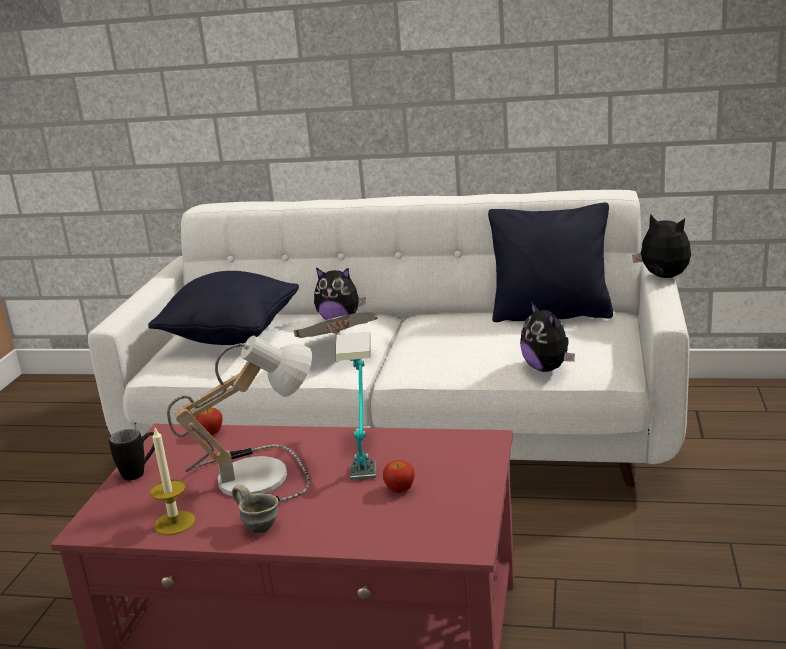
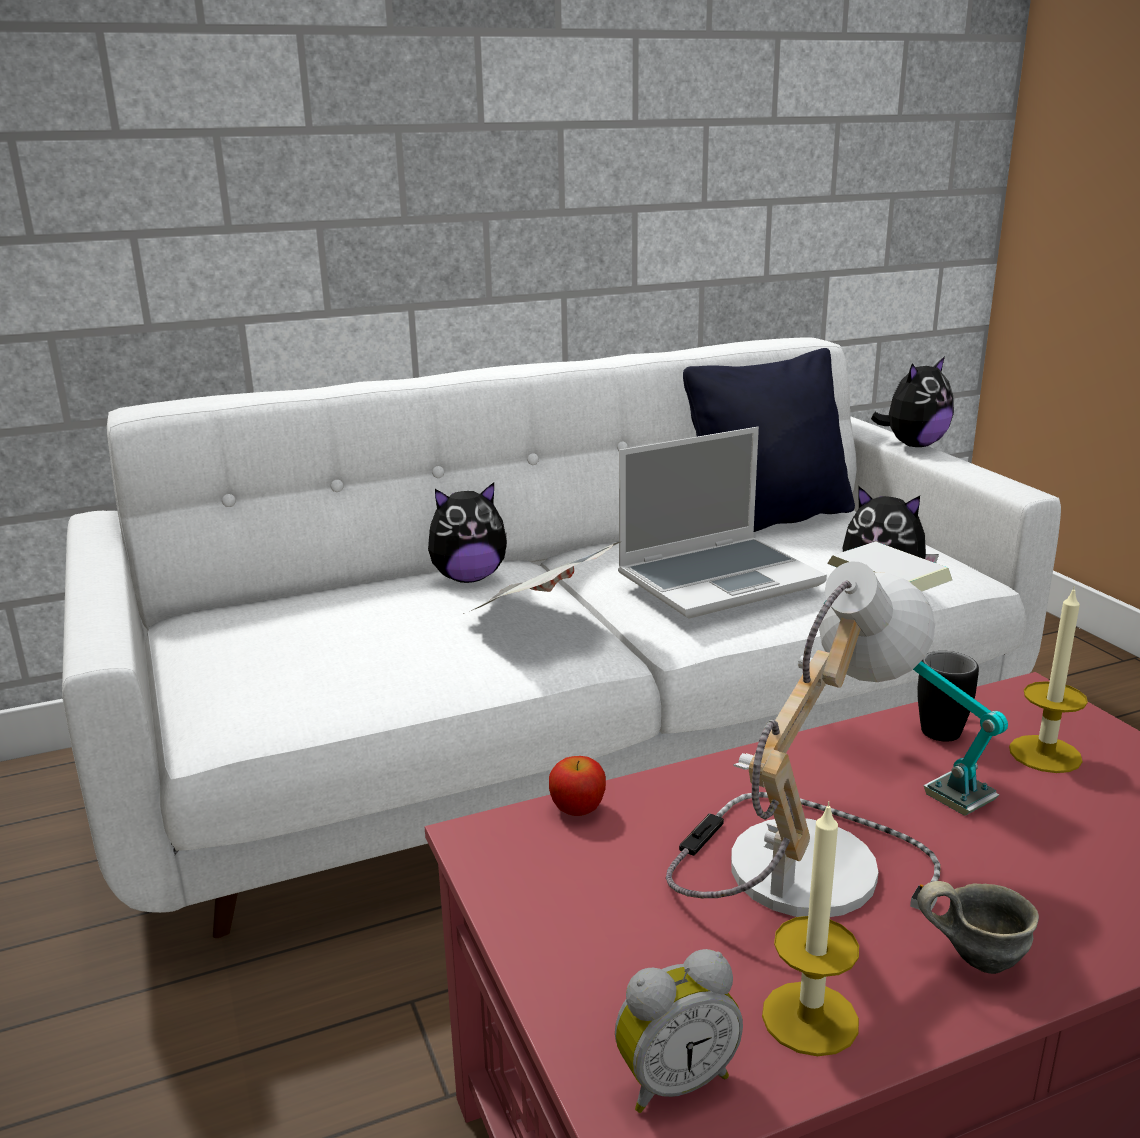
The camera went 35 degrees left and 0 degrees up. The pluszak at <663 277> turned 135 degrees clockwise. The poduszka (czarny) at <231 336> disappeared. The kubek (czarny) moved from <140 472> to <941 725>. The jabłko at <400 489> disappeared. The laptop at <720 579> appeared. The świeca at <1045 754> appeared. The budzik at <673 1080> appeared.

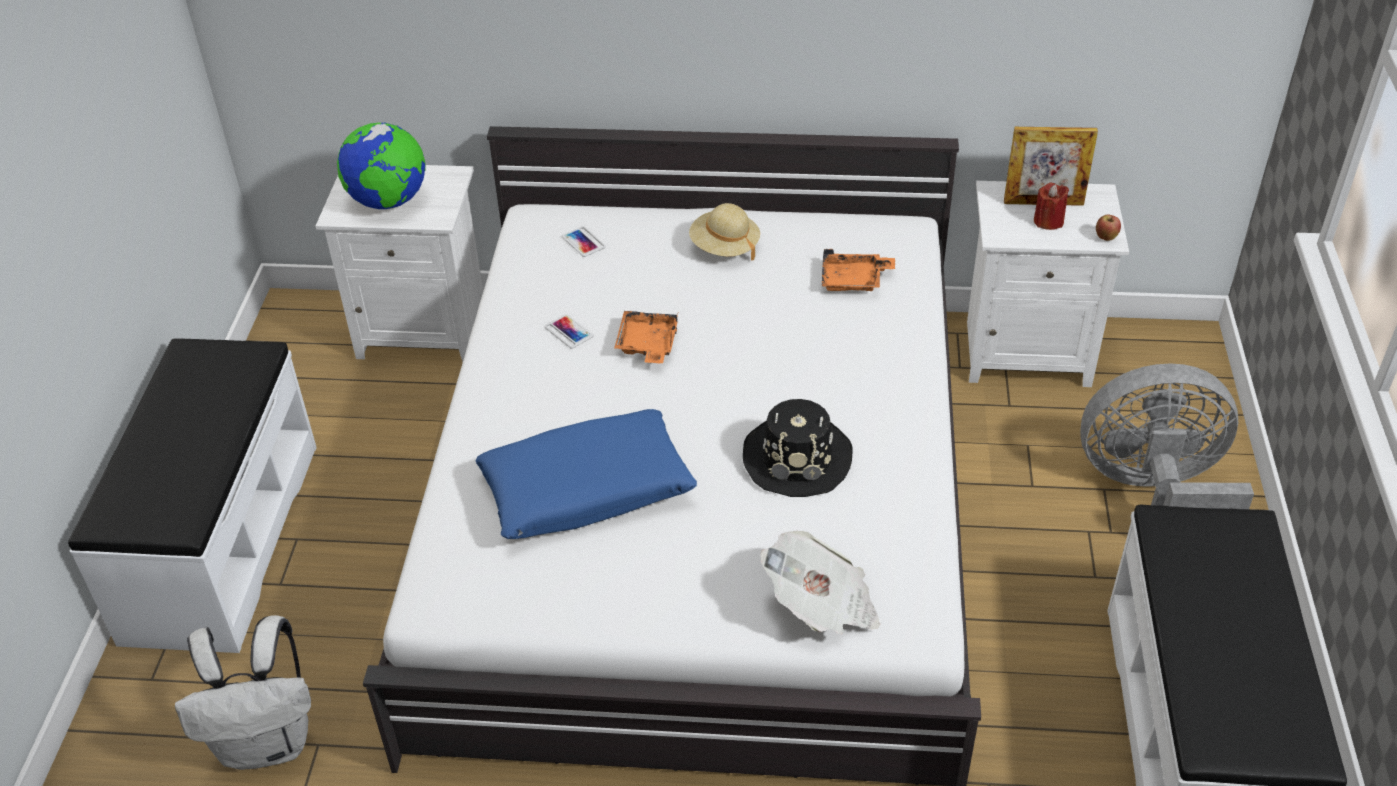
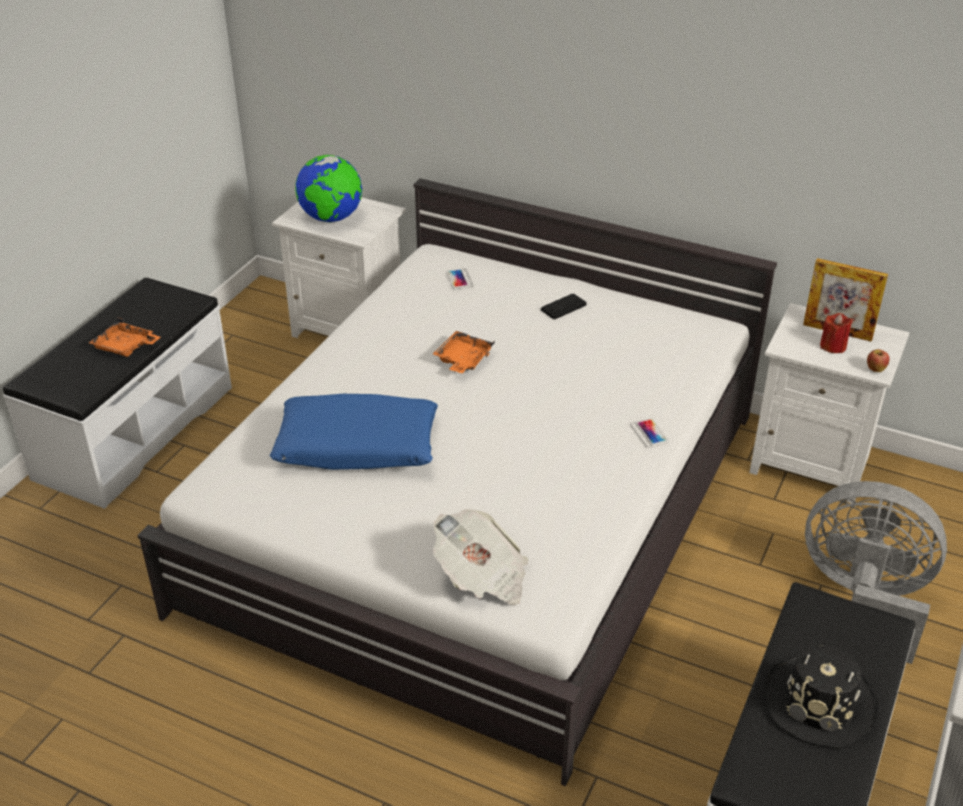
The camera went 20 degrees right and 5 degrees down. The kapelusz (beżowy) at <724 247> was replaced by the pad do gier (czarny) at <563 307>. The taca (pomarańczowy) moved from <854 281> to <125 347>. The telefon moved from <568 332> to <649 433>. The kapelusz (czarny) moved from <797 458> to <819 702>. The plecak (biały) at <268 742> disappeared.

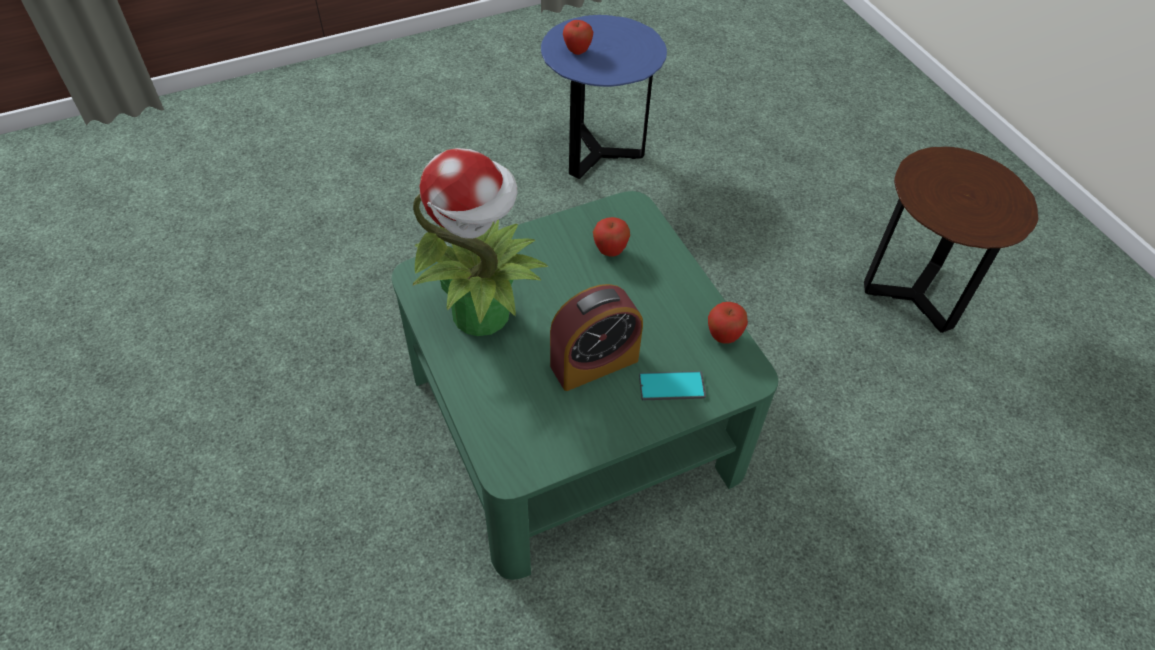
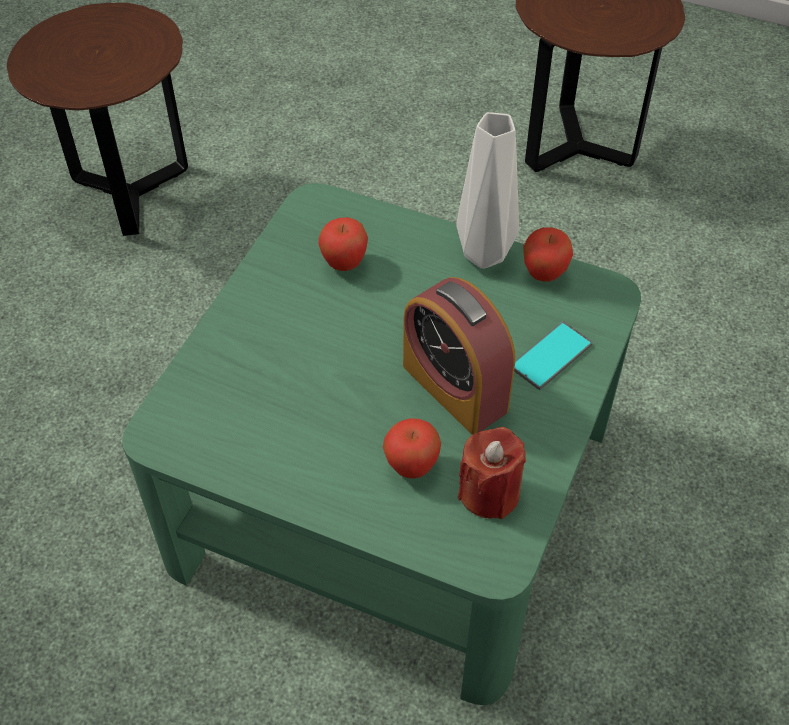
The camera went 40 degrees left and 0 degrees up. The stolik (niebieski) at <598 154> became the stolik (brązowy) at <131 194>. The jabłko moved from <577 51> to <411 467>. The roślina doniczkowa at <483 313> disappeared. The budzik at <594 363> turned 120 degrees clockwise. The wazon (szary) at <487 254> appeared. The świeca (czerwony) at <489 493> appeared.

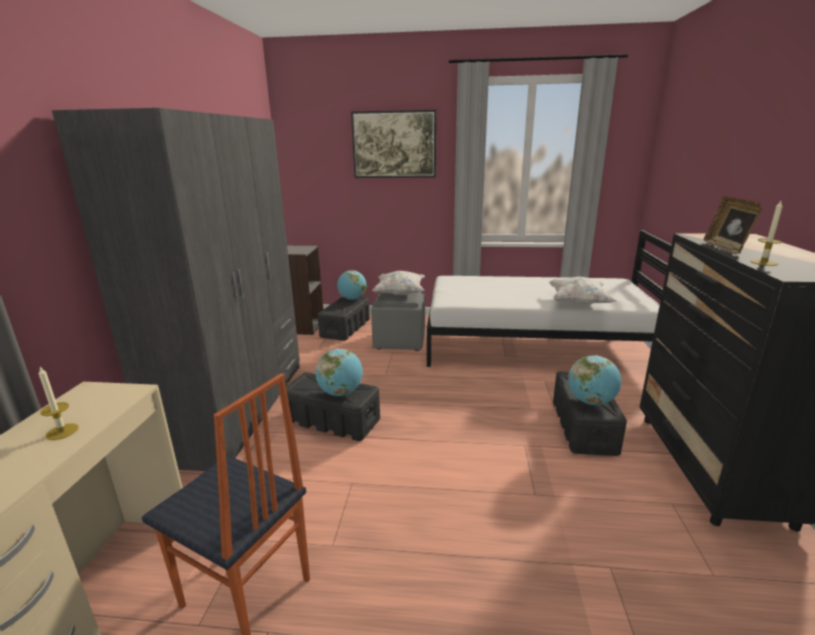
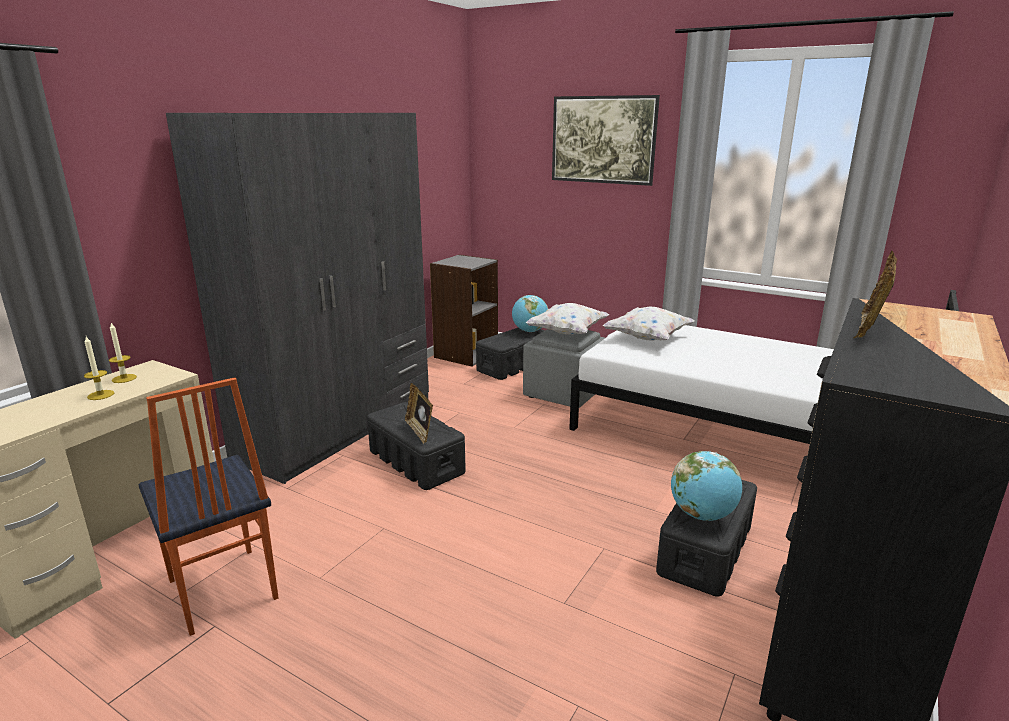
The camera went 25 degrees right and 0 degrees up. The świeca moved from <763 262> to <124 378>. The poduszka (biały) moved from <578 303> to <648 338>. The globus at <341 393> was replaced by the ramka na zdjęcie at <420 431>.

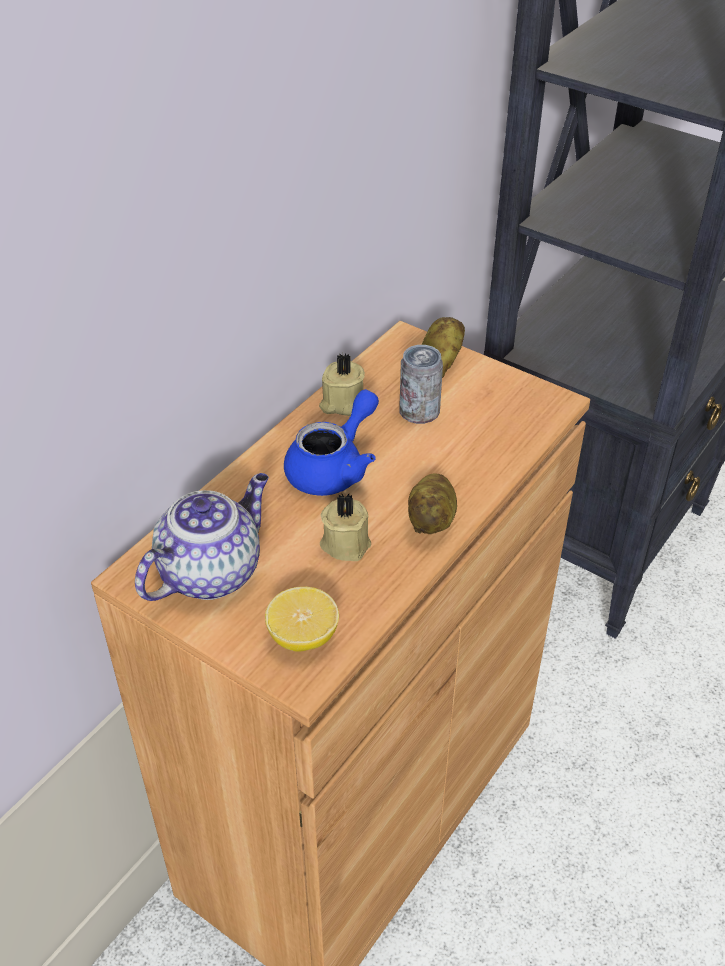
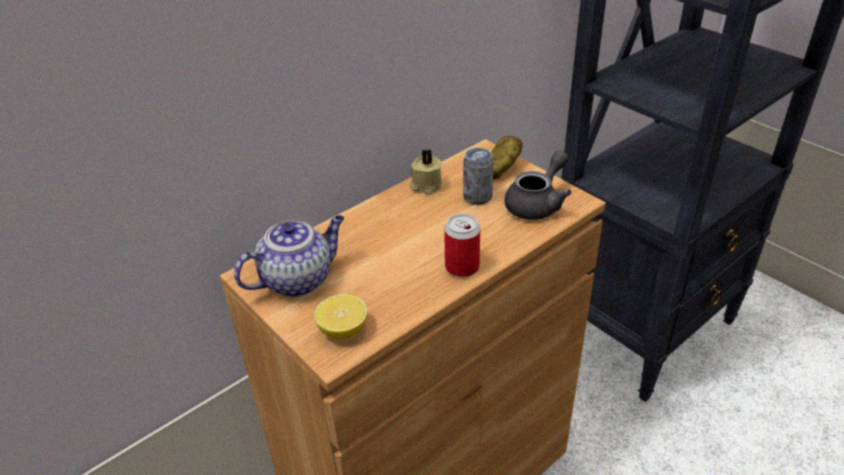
The camera went 15 degrees right and 5 degrees down. The imbryk (niebieski) at <334 467> disappeared. The ziemniak at <433 520> was replaced by the puszka at <462 267>. The świeca (beżowy) at <345 542> disappeared. The imbryk (szary) at <537 203> appeared.

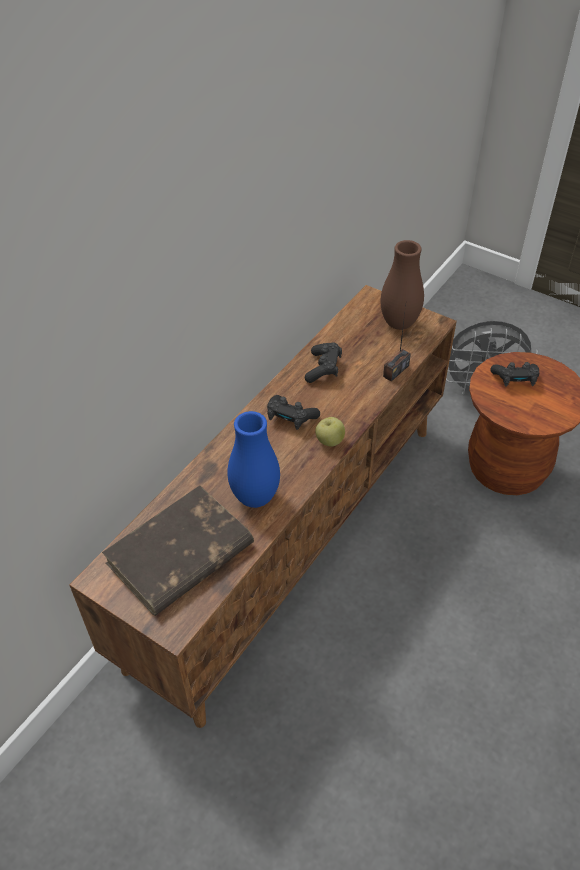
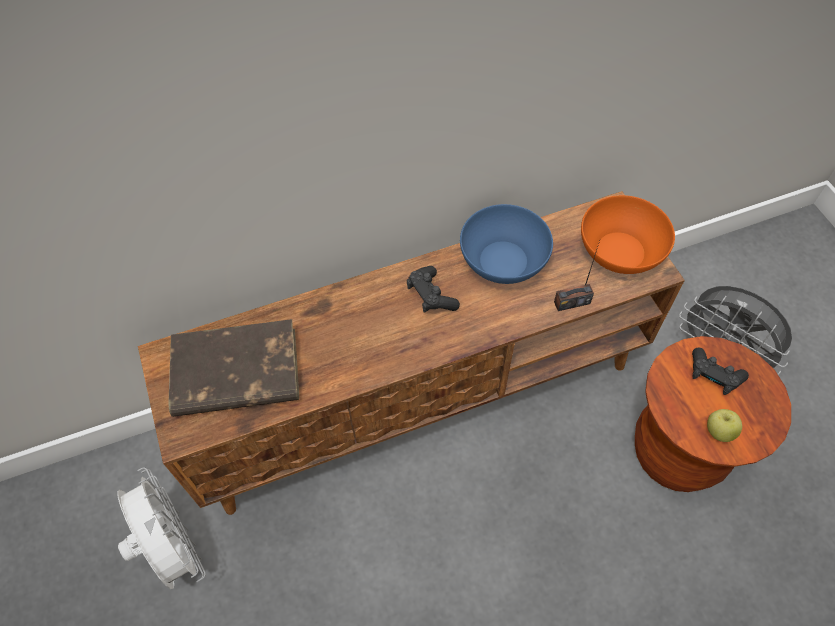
The camera went 35 degrees right and 10 degrees up. The wazon (brązowy) at <399 323> was replaced by the miska (pomarańczowy) at <619 252>. The pad do gier (czarny) at <323 368> was replaced by the miska (niebieski) at <503 262>. The wazon (niebieski) at <255 497> disappeared. The jabłko moved from <329 441> to <718 431>. The wentylator (biały) at <174 548> appeared.

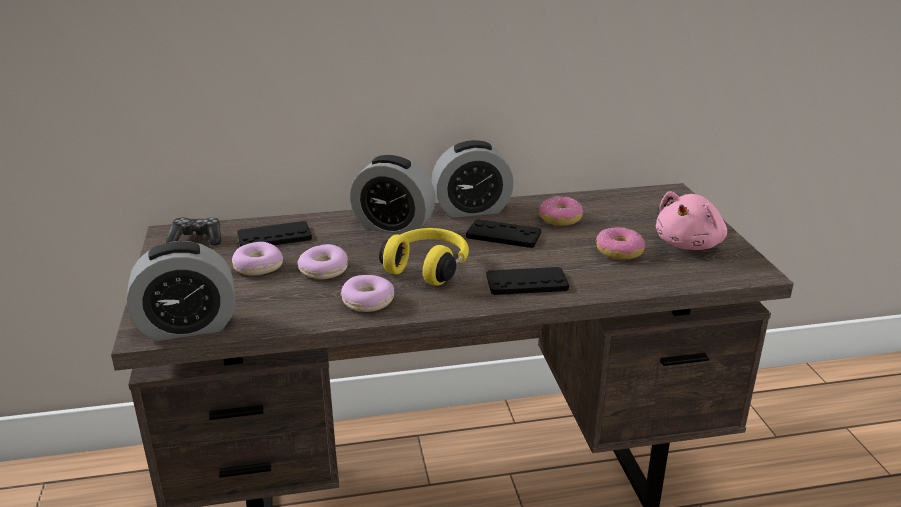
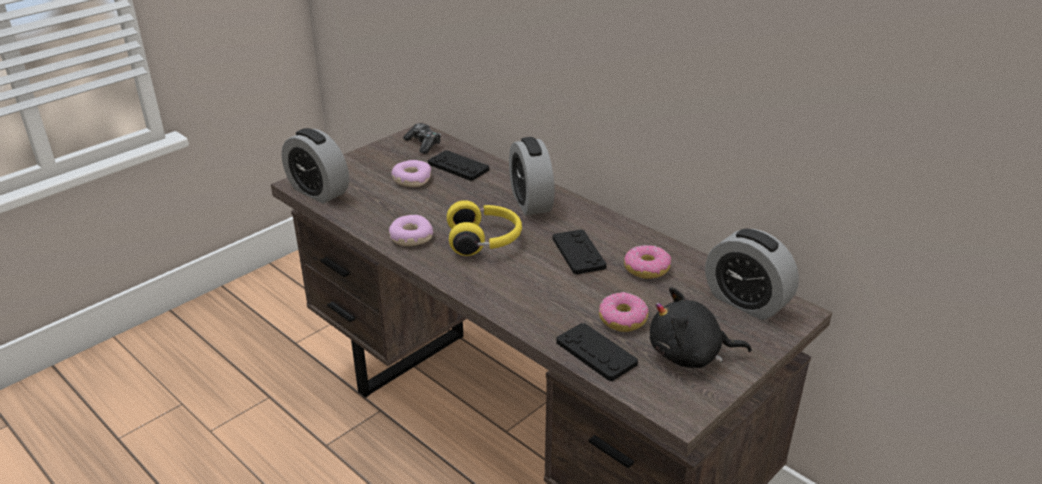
The camera went 55 degrees right and 5 degrees up. The budzik moved from <472 209> to <746 302>. The pluszak (różowy) at <690 244> became the pluszak (czarny) at <689 355>. The donut at <324 270> disappeared. The pad do gier (czarny) moved from <526 283> to <596 353>.

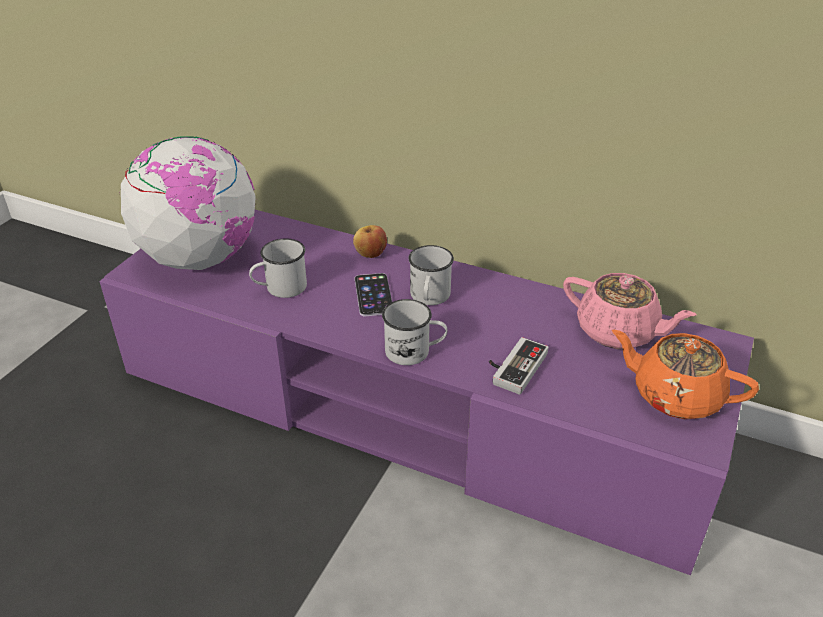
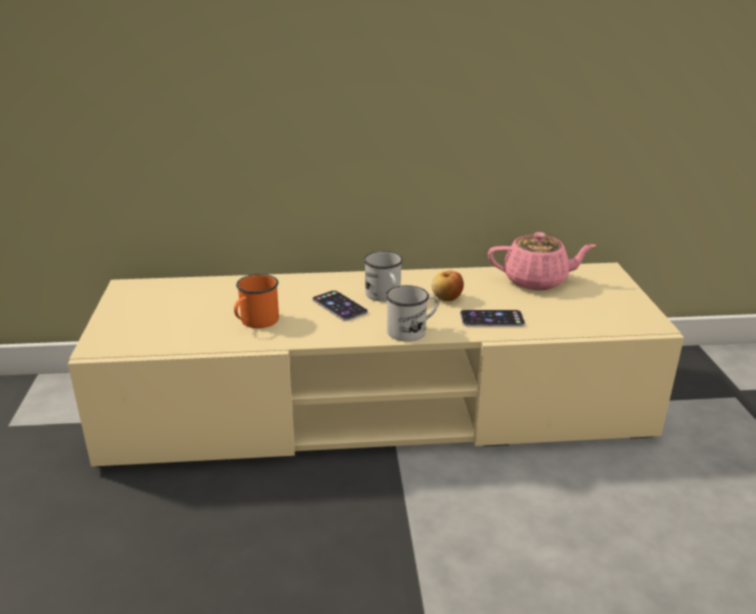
The camera went 30 degrees left and 10 degrees down. The globus at <200 258> disappeared. The szafka pod telewizor (fioletowy) at <411 407> became the szafka pod telewizor (beżowy) at <377 407>. The jabłko moved from <370 254> to <446 298>. The kubek (biały) at <280 288> became the kubek (pomarańczowy) at <255 322>. The imbryk (pomarańczowy) at <675 395> disappeared. The pad do gier at <513 366> was replaced by the telefon at <492 319>.

